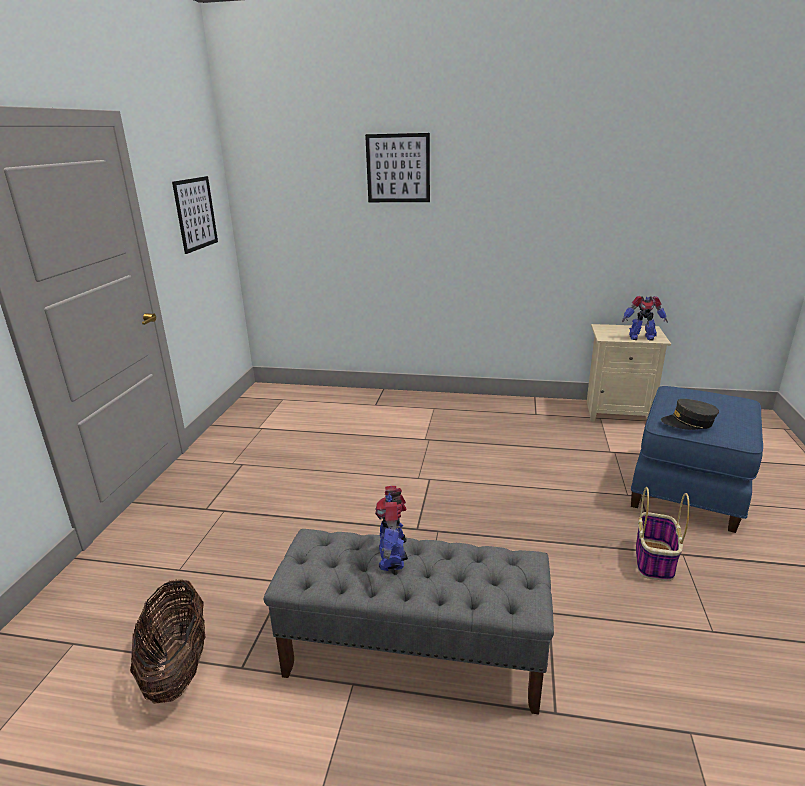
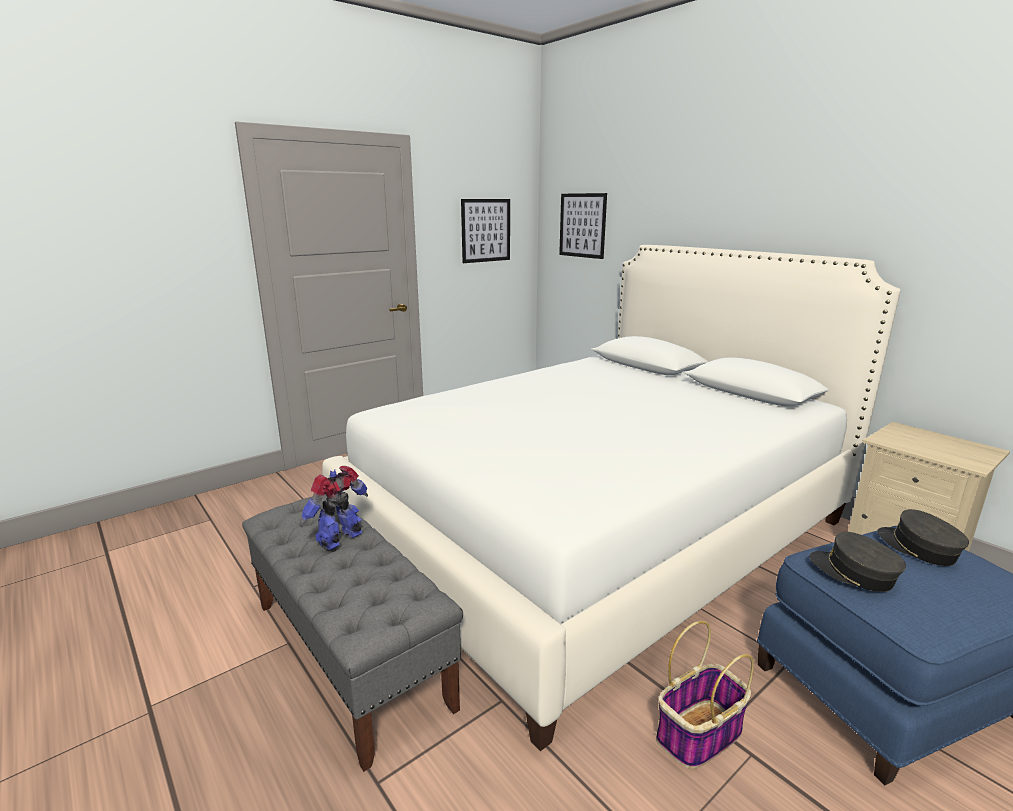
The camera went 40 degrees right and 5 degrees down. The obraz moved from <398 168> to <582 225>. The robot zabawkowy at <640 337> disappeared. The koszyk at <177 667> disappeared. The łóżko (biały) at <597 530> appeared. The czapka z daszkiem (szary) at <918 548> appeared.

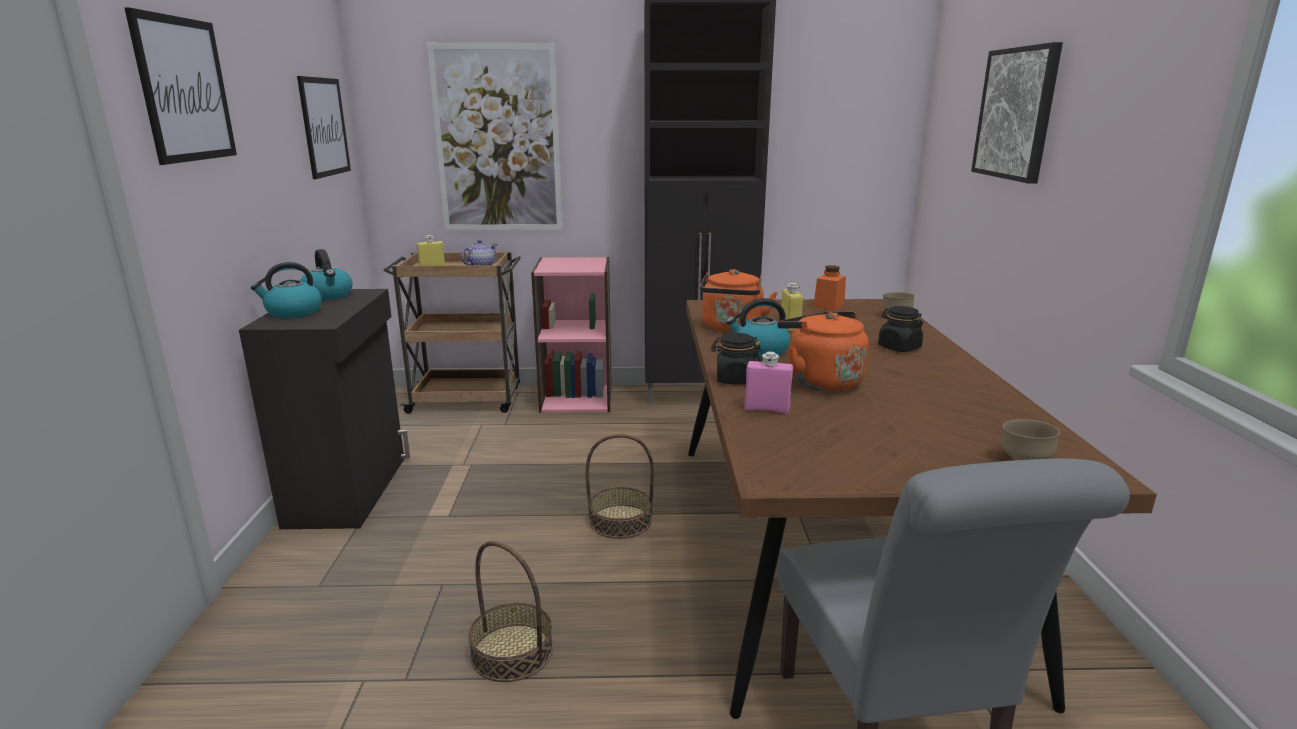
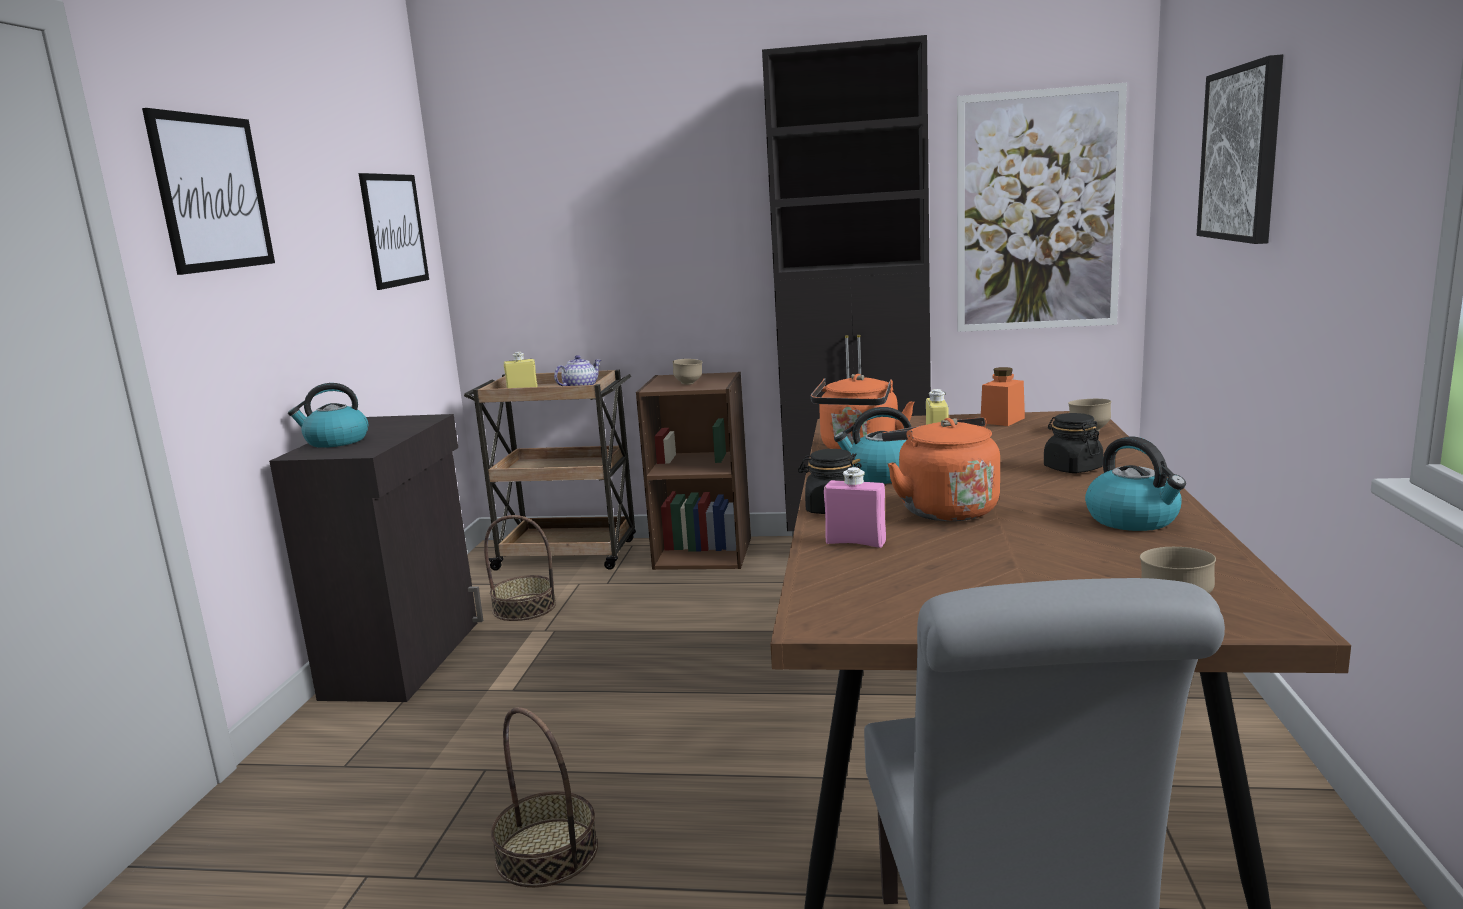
The camera went 10 degrees right and 5 degrees down. The obraz moved from <497 140> to <1038 212>. The czajnik moved from <328 295> to <1133 520>. The regał (różowy) at <577 398> became the regał (brązowy) at <703 552>. The koszyk moved from <620 521> to <524 607>. The miska (brązowy) at <689 384> appeared.

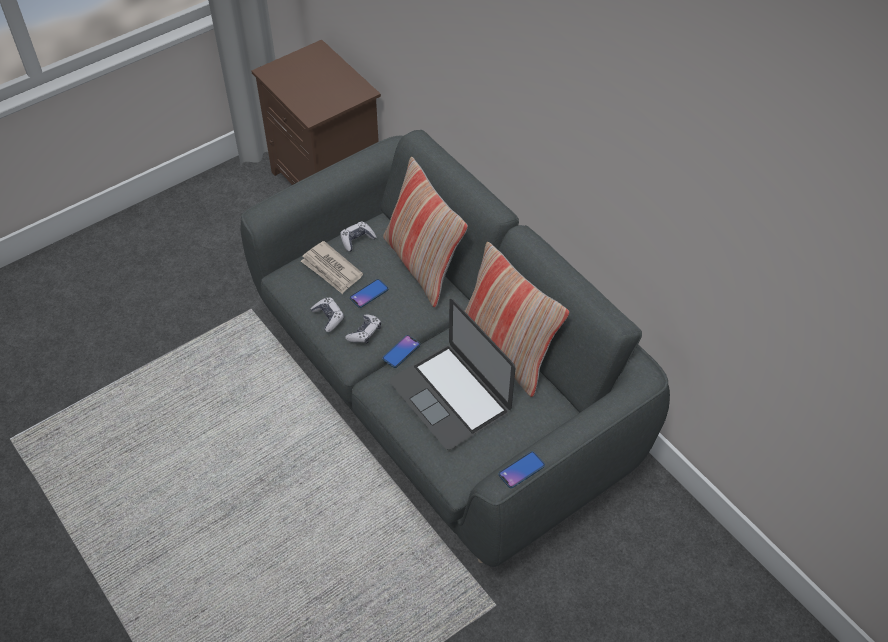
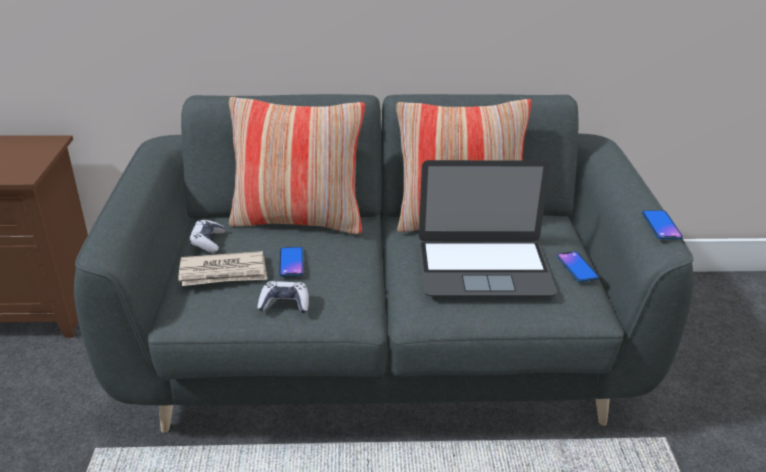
The camera went 55 degrees left and 20 degrees down. The pad do gier at <364 333> disappeared. The telefon moved from <401 352> to <577 267>.

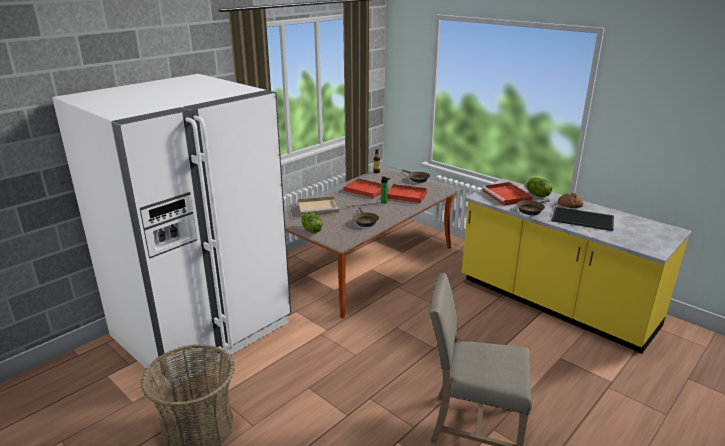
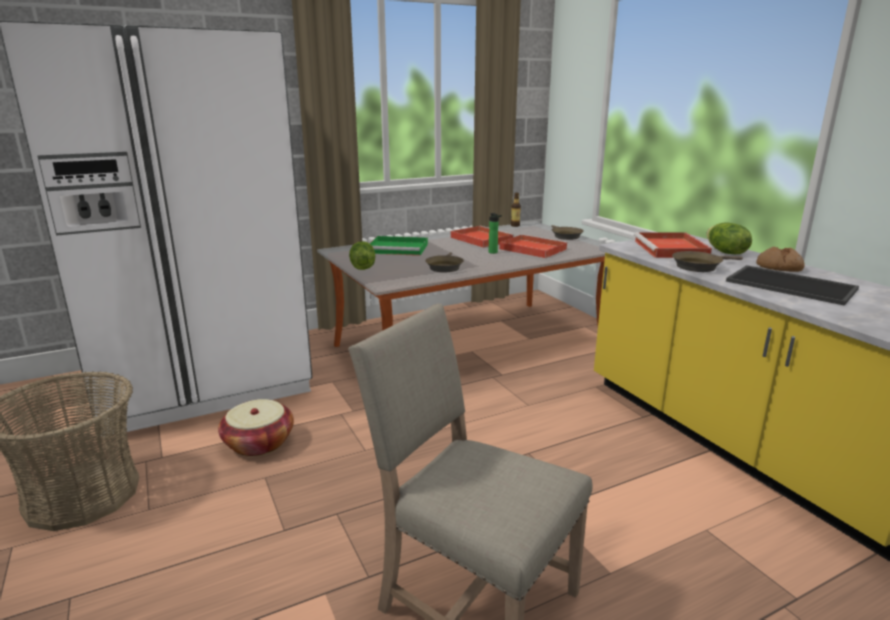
The camera went 20 degrees right and 5 degrees down. The taca (beżowy) at <319 207> became the taca (zielony) at <399 248>. The koszyk at <259 443> appeared.

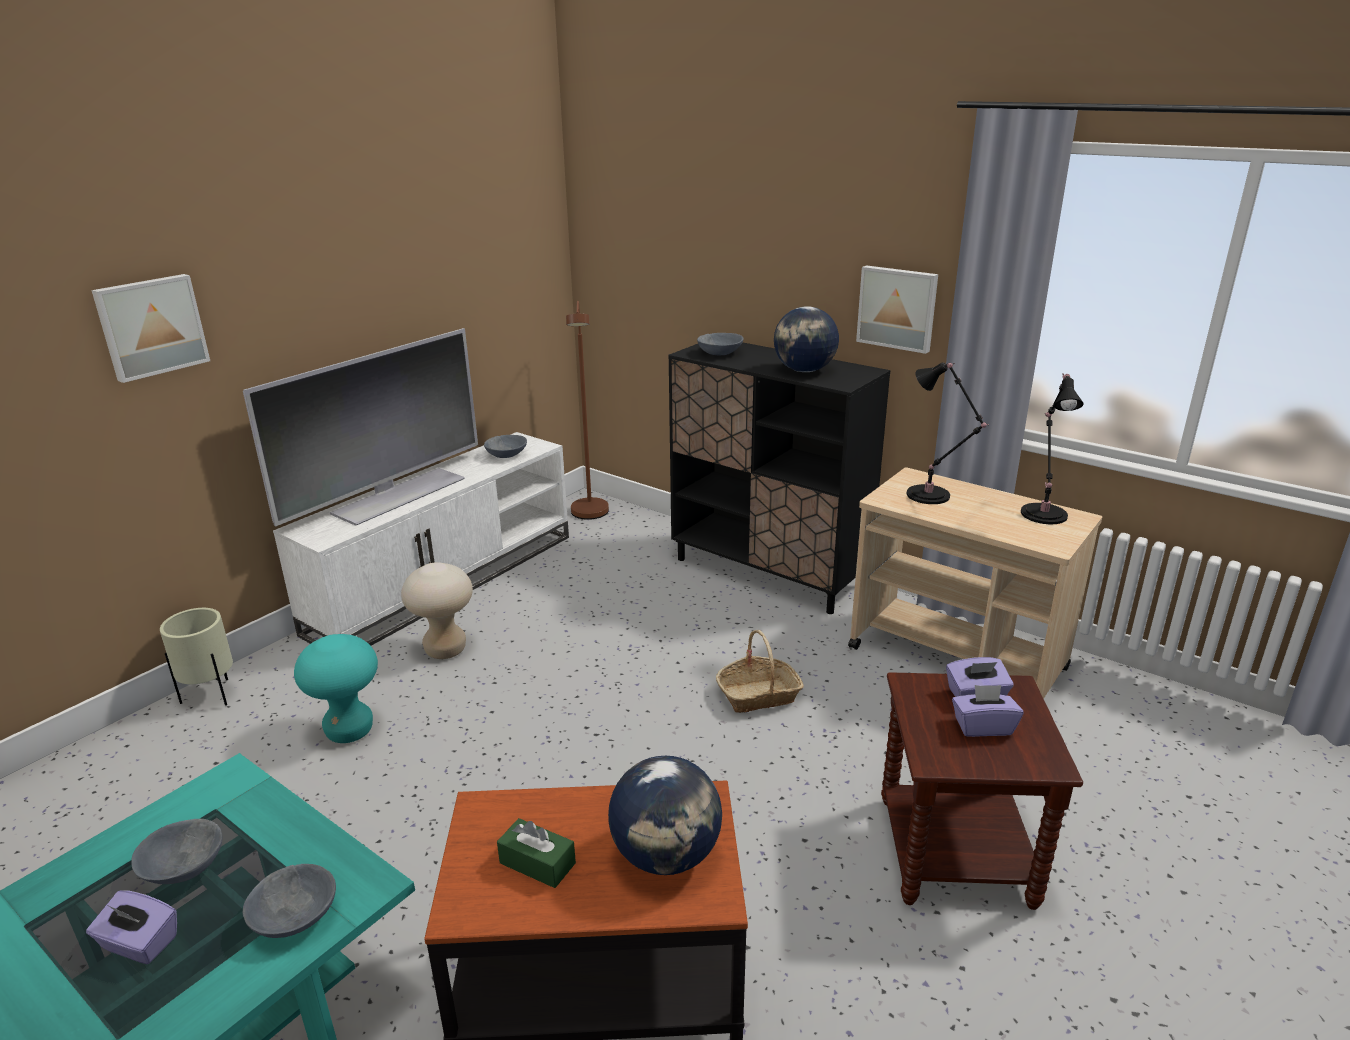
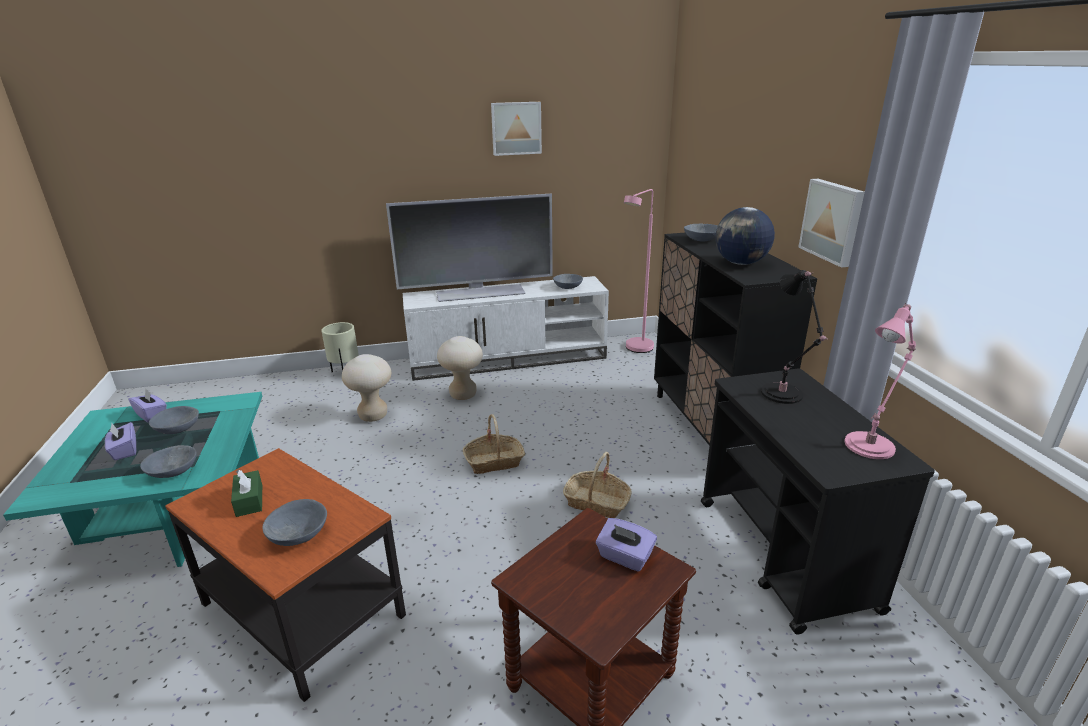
The camera went 40 degrees right and 0 degrees up. The obraz moved from <151 326> to <516 128>. The lampa stojąca (brązowy) at <590 516> became the lampa stojąca (różowy) at <635 350>. The lampa stołowa (czarny) at <1043 512> became the lampa stołowa (różowy) at <871 444>. The wózek (beżowy) at <958 659> became the wózek (czarny) at <784 554>. The stołek (turkusowy) at <349 731> became the stołek (beżowy) at <373 416>. The pudełko chusteczek (fioletowy) moved from <983 726> to <152 415>. The globus at <667 855> was replaced by the miska (szary) at <299 534>. The koszyk at <494 461> appeared.

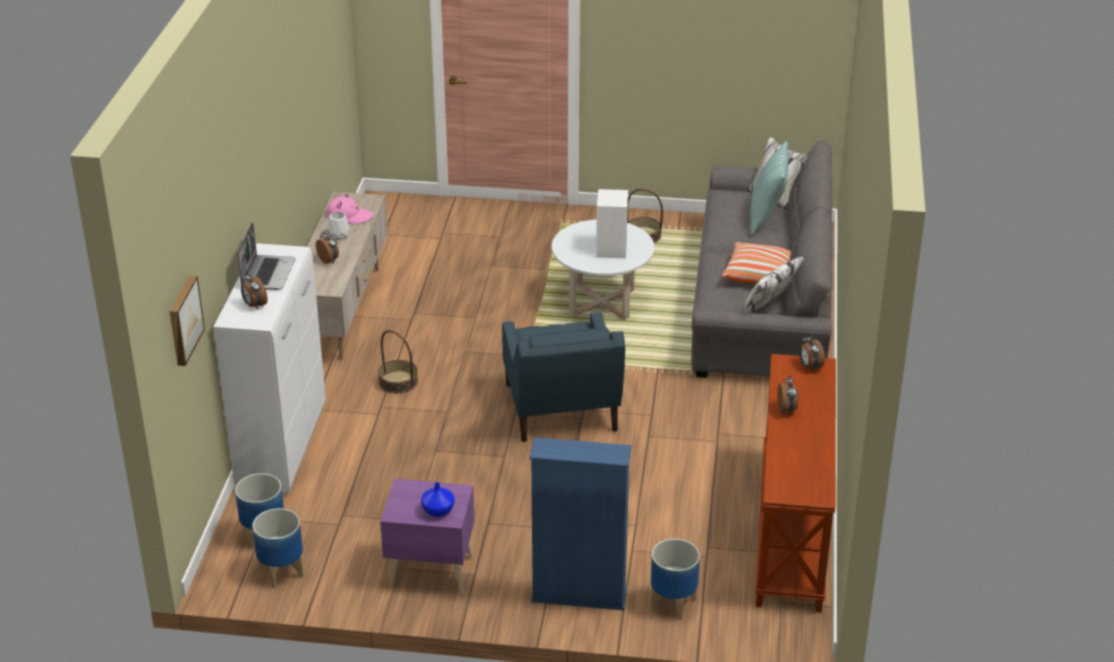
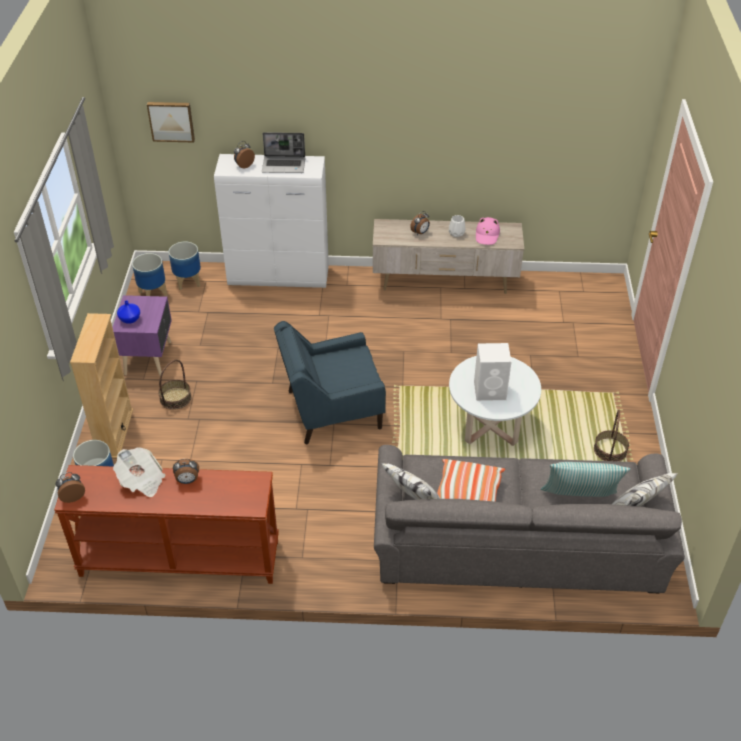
The camera went 85 degrees right and 10 degrees up. The koszyk moved from <398 382> to <175 398>. The budzik moved from <809 366> to <72 496>. The regał (niebieski) at <579 596> became the regał (beżowy) at <115 433>. The gazeta at <141 480> appeared.

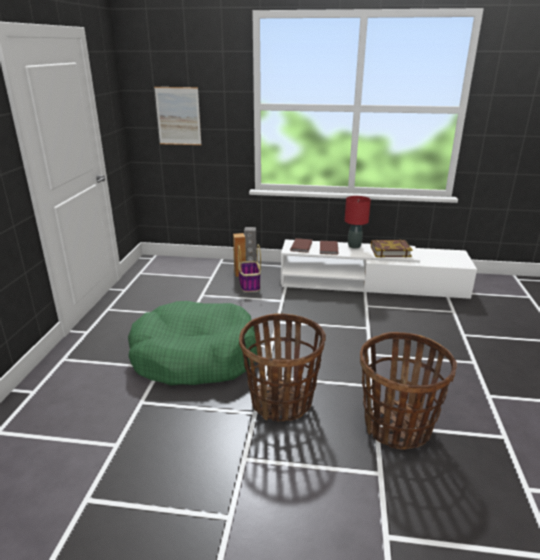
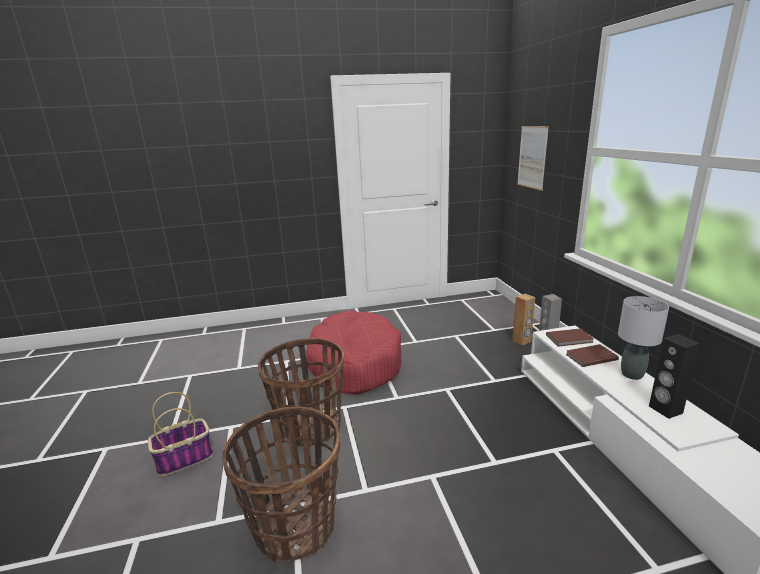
The camera went 70 degrees right and 5 degrees down. The lampa stołowa (czerwony) at <354 246> became the lampa stołowa (szary) at <632 375>. The książka at <390 251> was replaced by the głośnik (czarny) at <665 410>. The koszyk moved from <249 284> to <185 458>. The legowisko (zielony) at <195 356> became the legowisko (czerwony) at <354 363>.

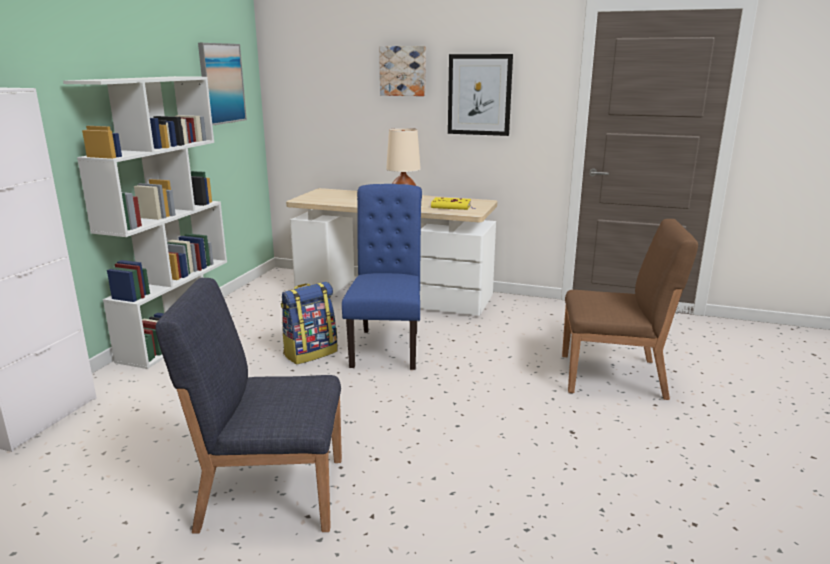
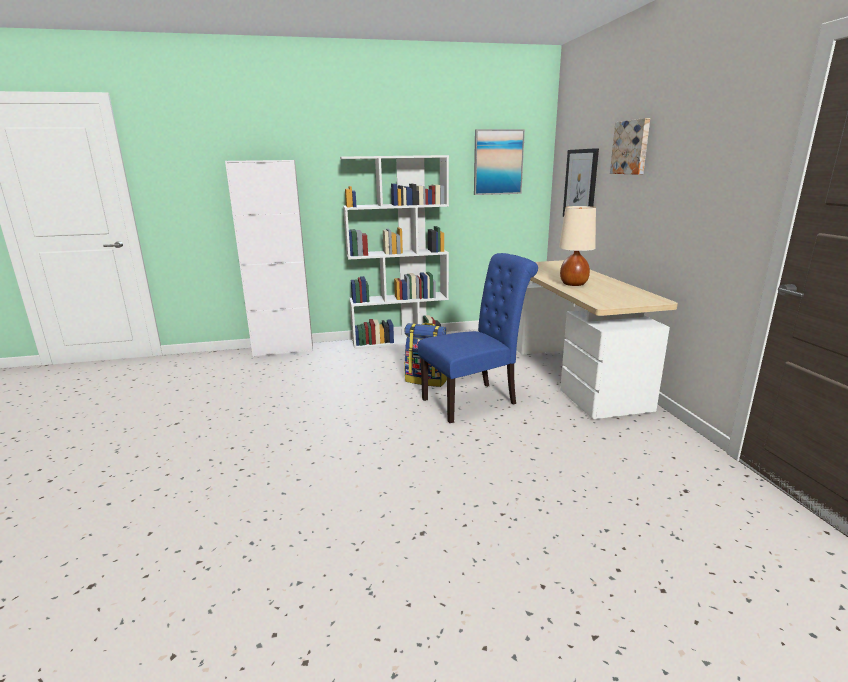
The camera went 60 degrees right and 0 degrees up. The obraz moved from <479 95> to <581 184>. The książka (żółty) at <452 206> disappeared. The krzesło (brązowy) at <614 376> disappeared. The krzesło (niebieski) at <270 492> disappeared.

